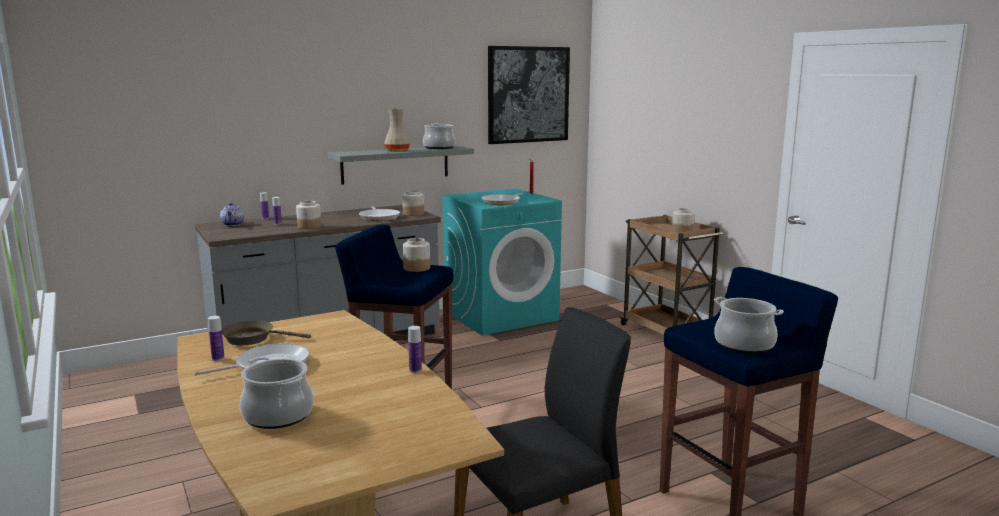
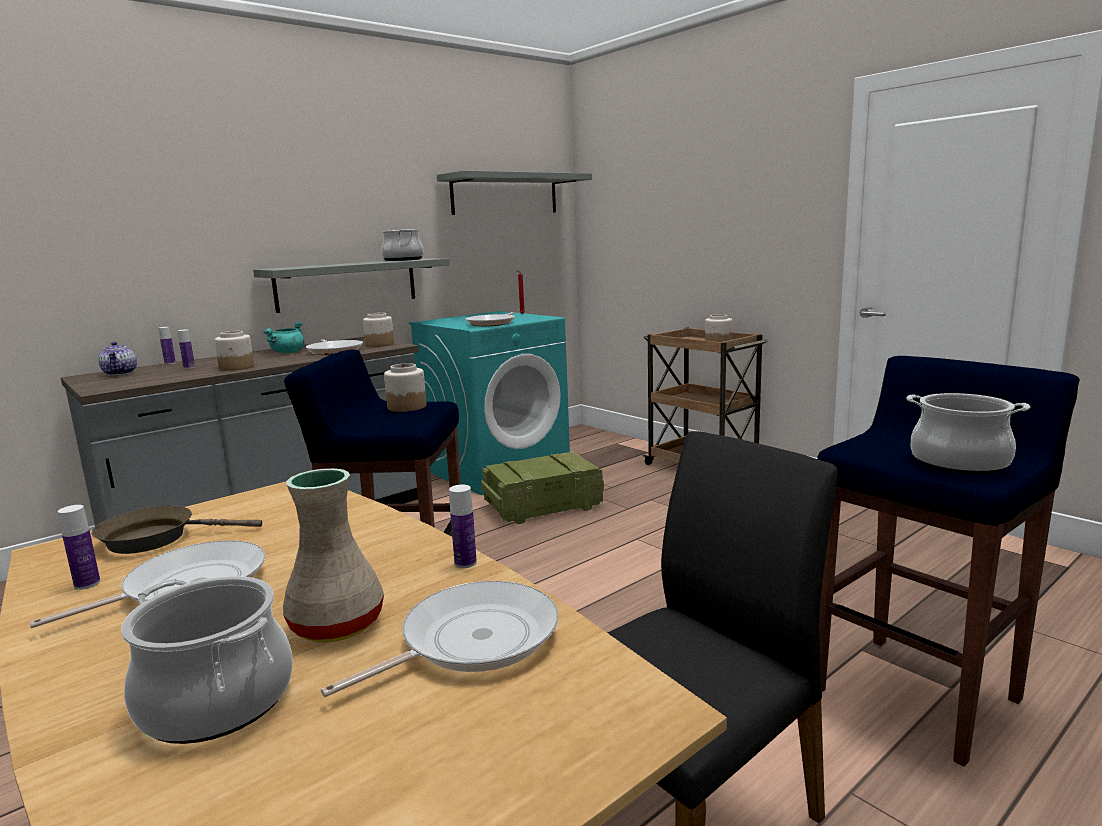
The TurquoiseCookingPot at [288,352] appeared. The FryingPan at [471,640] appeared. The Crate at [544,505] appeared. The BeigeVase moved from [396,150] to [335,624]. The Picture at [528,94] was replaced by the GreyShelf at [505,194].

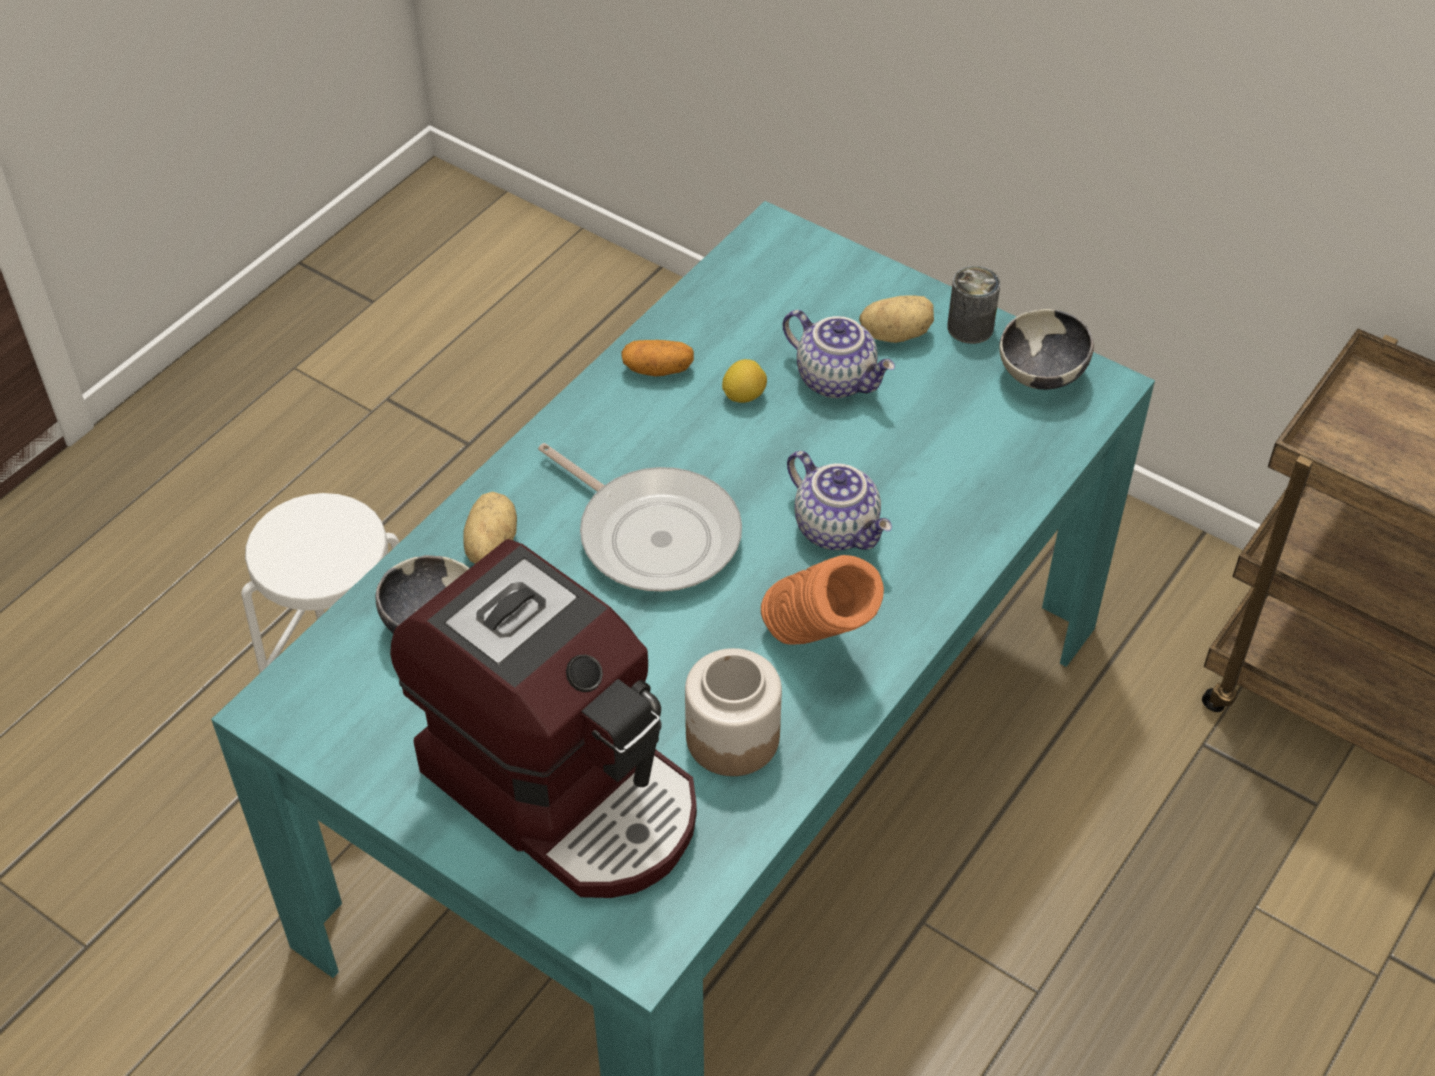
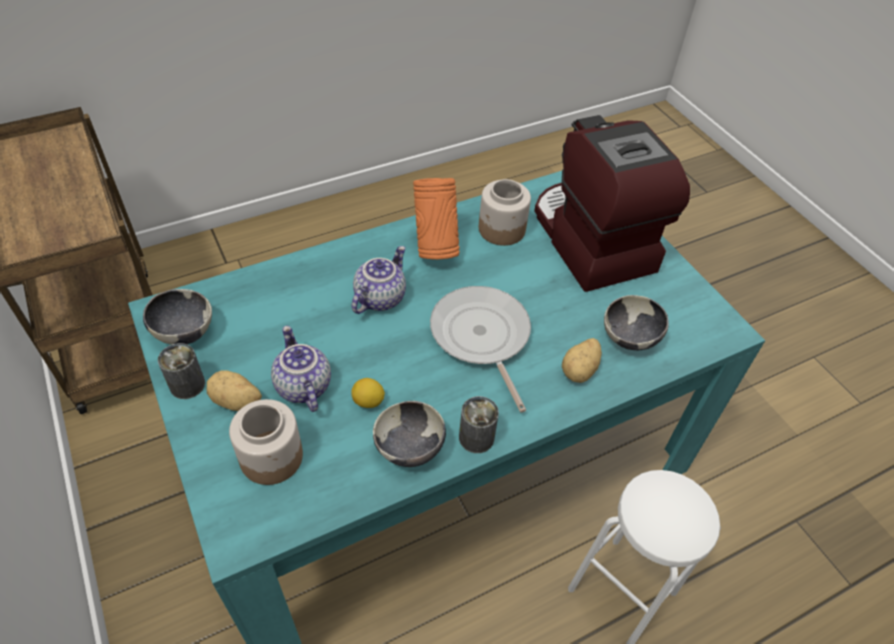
The Jar at [272,456] appeared. The Can at [476,437] appeared. The Potato at [658,369] was replaced by the Bowl at [409,449]. The Teapot at [838,528] turned 45 degrees clockwise.

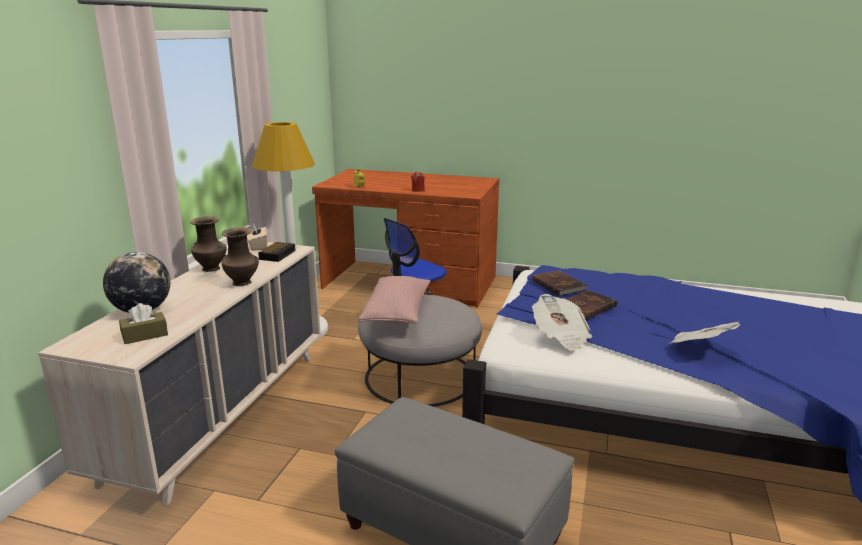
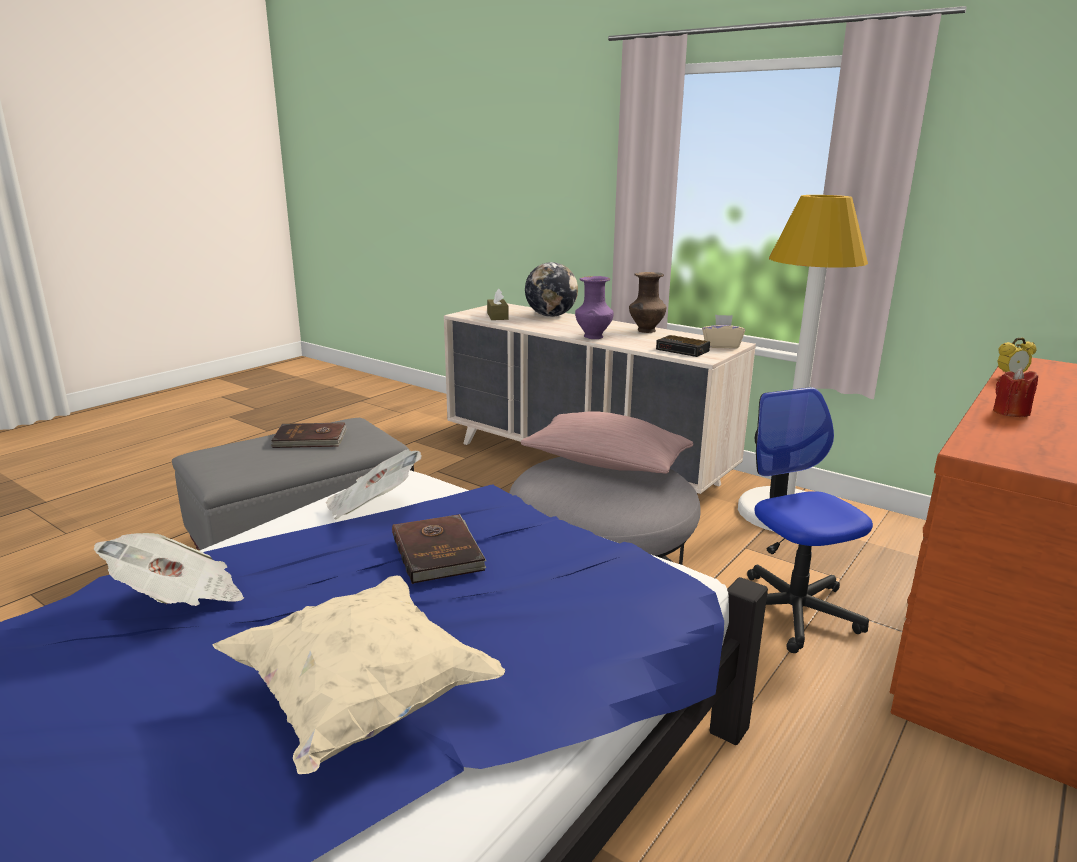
The BeigePillow at [362,699] appeared. The BrownBook moved from [559,285] to [310,439]. The BrownVase at [243,283] became the PurpleVase at [593,337].

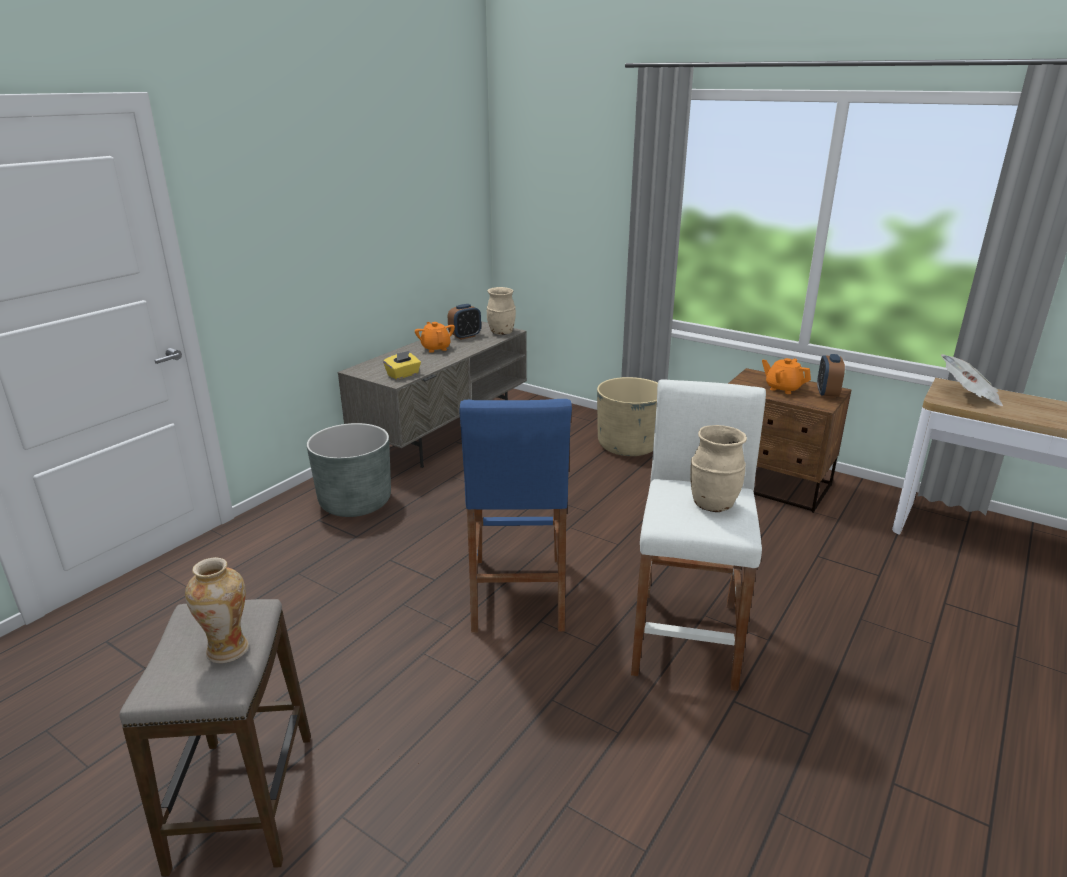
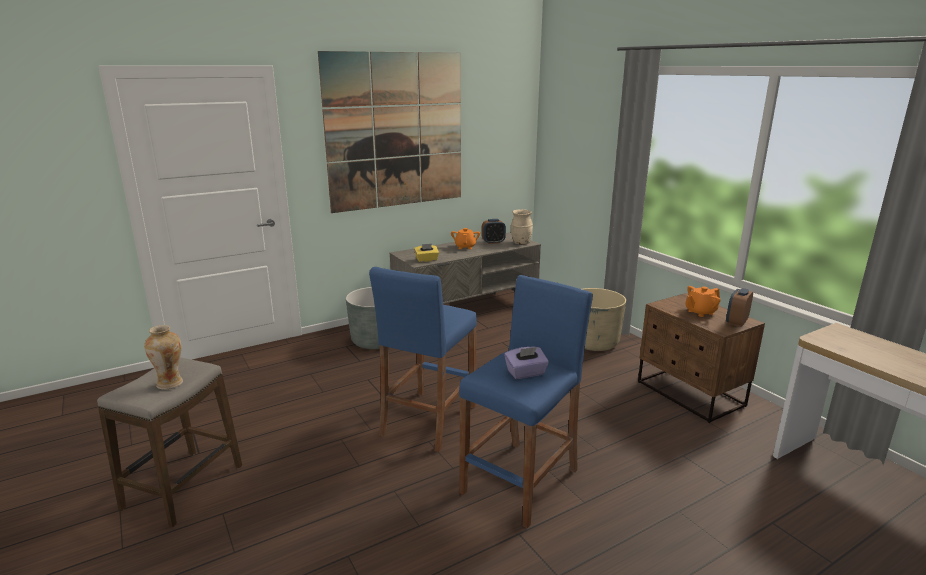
The Newspaper at [968,396] disappeared. The Picture at [396,131] appeared. The BeigeVase at [712,504] was replaced by the PurpleTissueBox at [526,373]. The WhiteStool at [686,637] became the BlueStool at [521,481]. The OrangeTeapot at [783,388] turned 90 degrees counterclockwise.

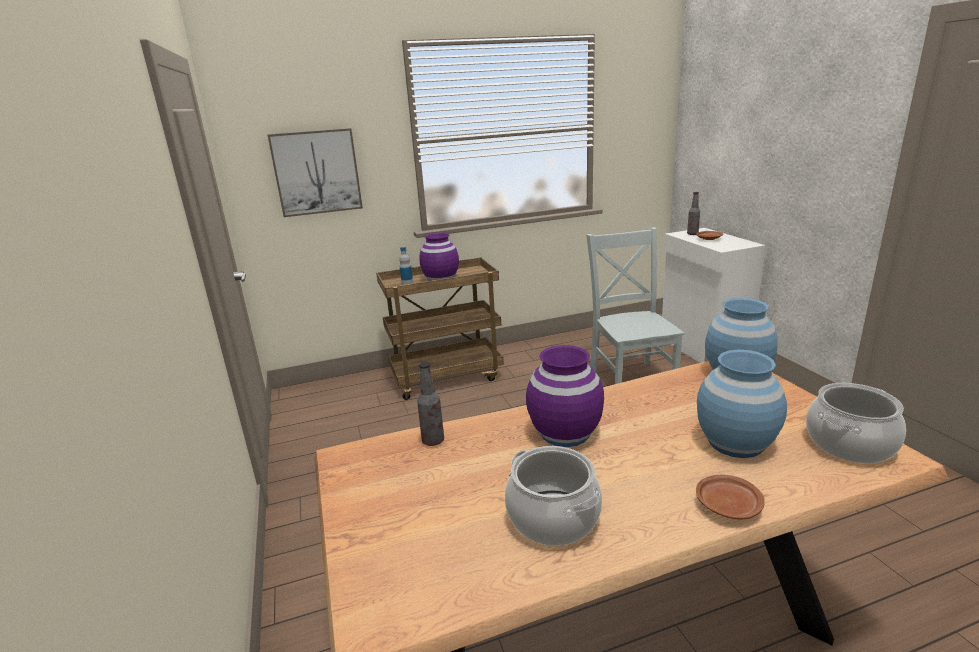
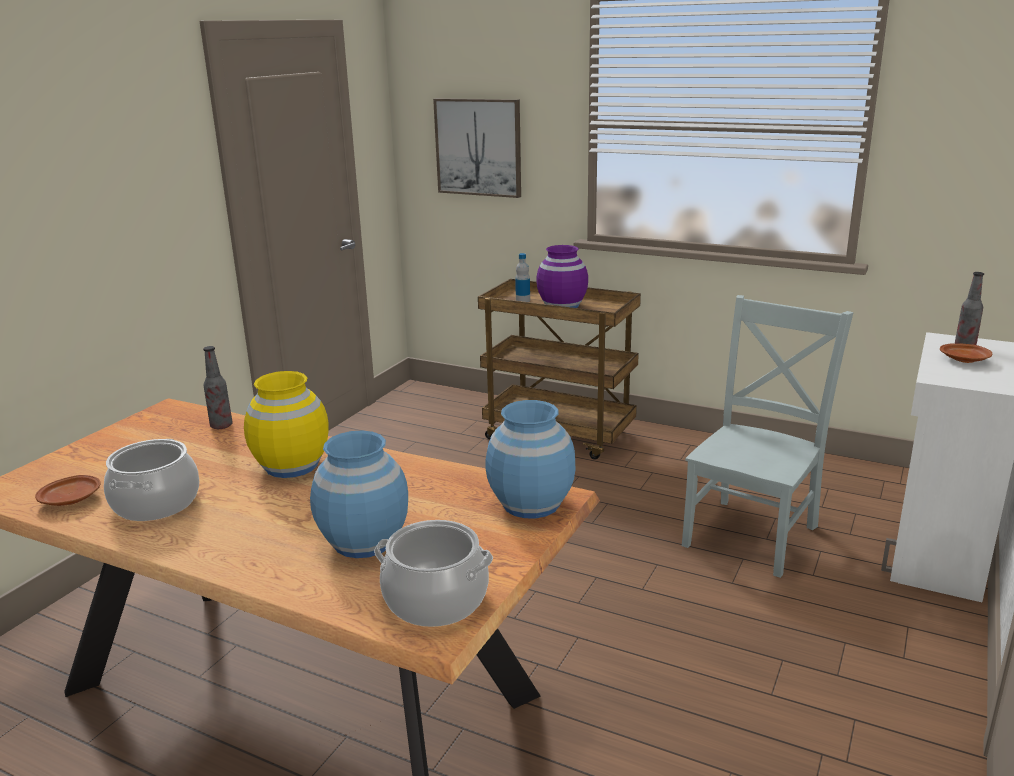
The BrownPlate moved from [728,505] to [72,499]. The PurpleVase at [565,433] became the YellowVase at [292,465].

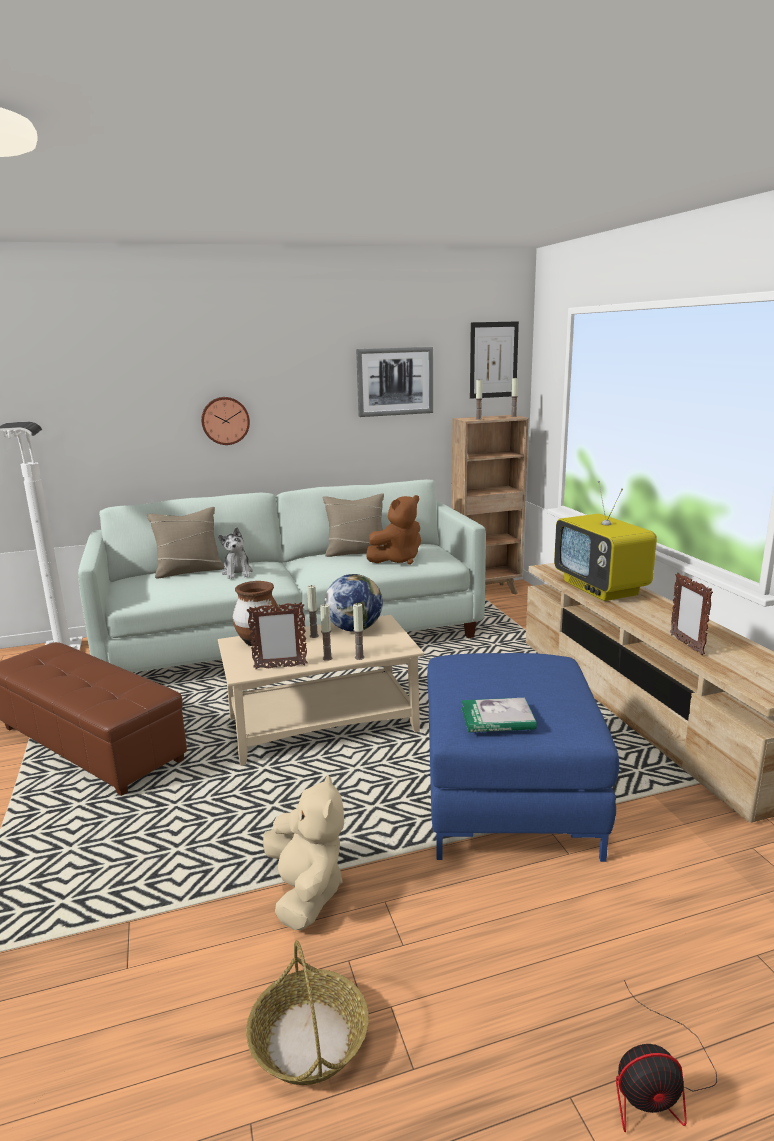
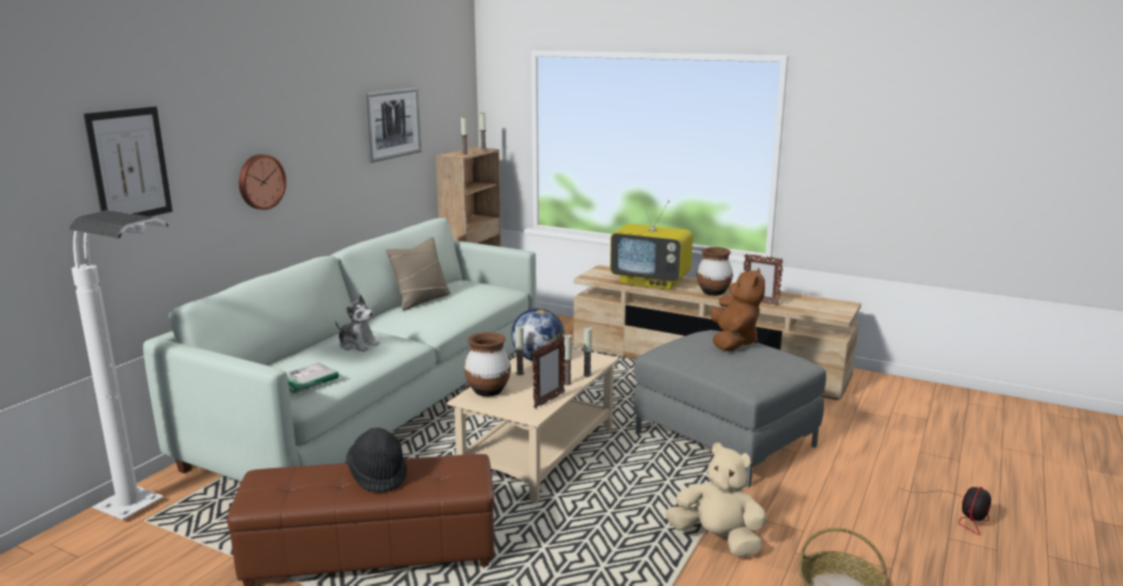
The BeigePillow at [189,571] disappeared. The BlackHat at [378,475] appeared. The BrownVase at [713,293] appeared. The BrownPlushToy moved from [397,560] to [733,342]. The Book moved from [497,718] to [307,380]. The Picture moved from [493,360] to [129,165]. The BlueOttoman at [509,797] became the GreyOttoman at [725,440].

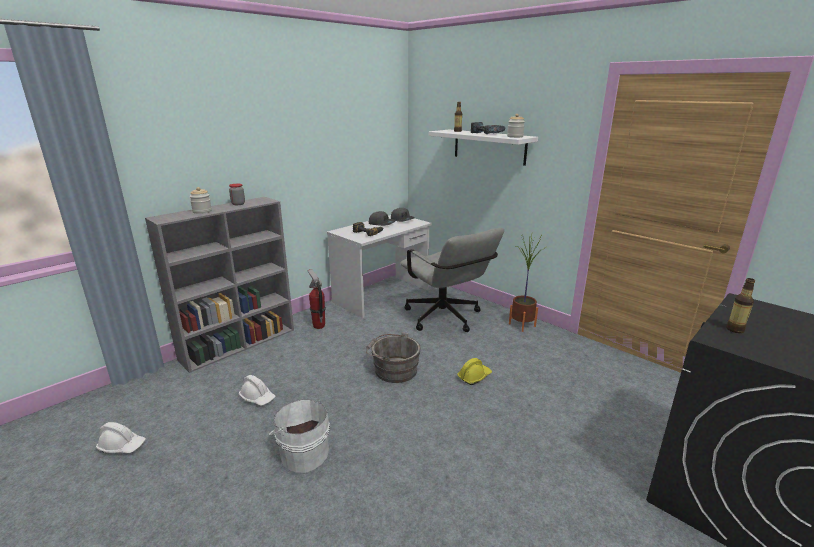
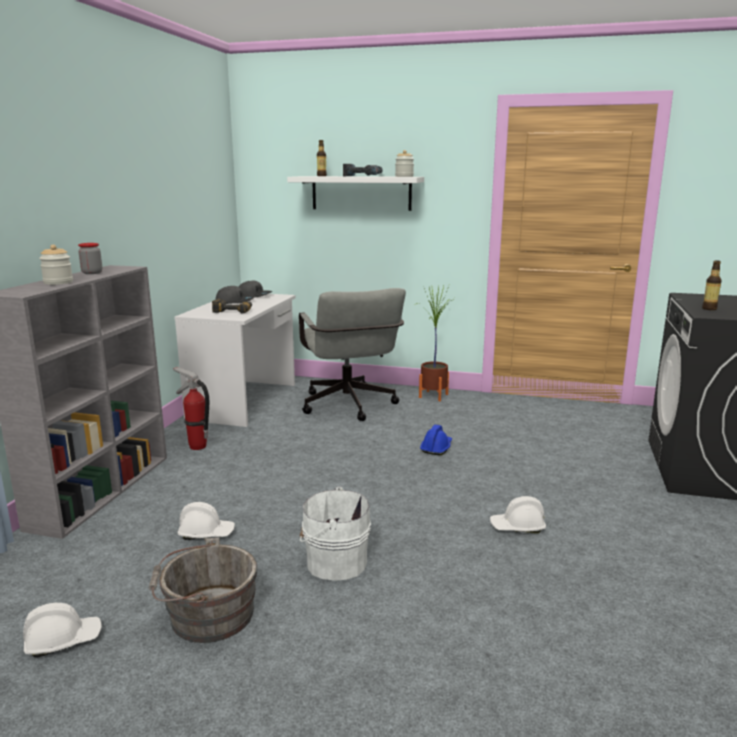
The WhiteHardHat at [517,527] appeared. The GreyBucket moved from [393,370] to [207,615]. The YellowHardHat at [474,376] became the BlueHardHat at [436,448]. The GreyOfficeChair at [446,319] turned 45 degrees clockwise.

